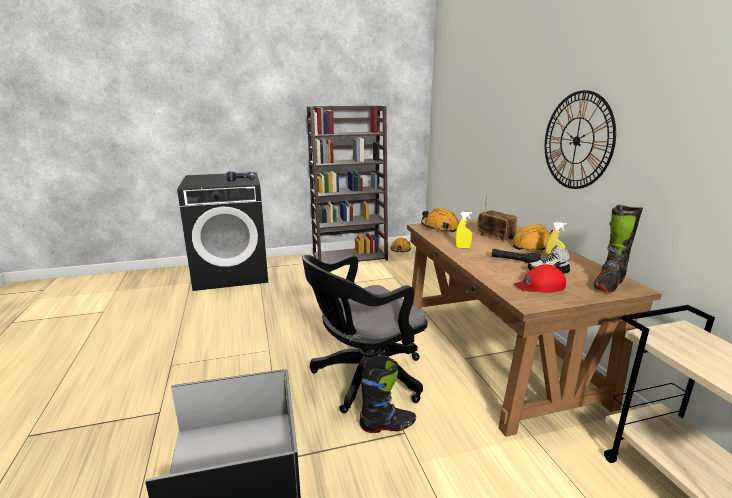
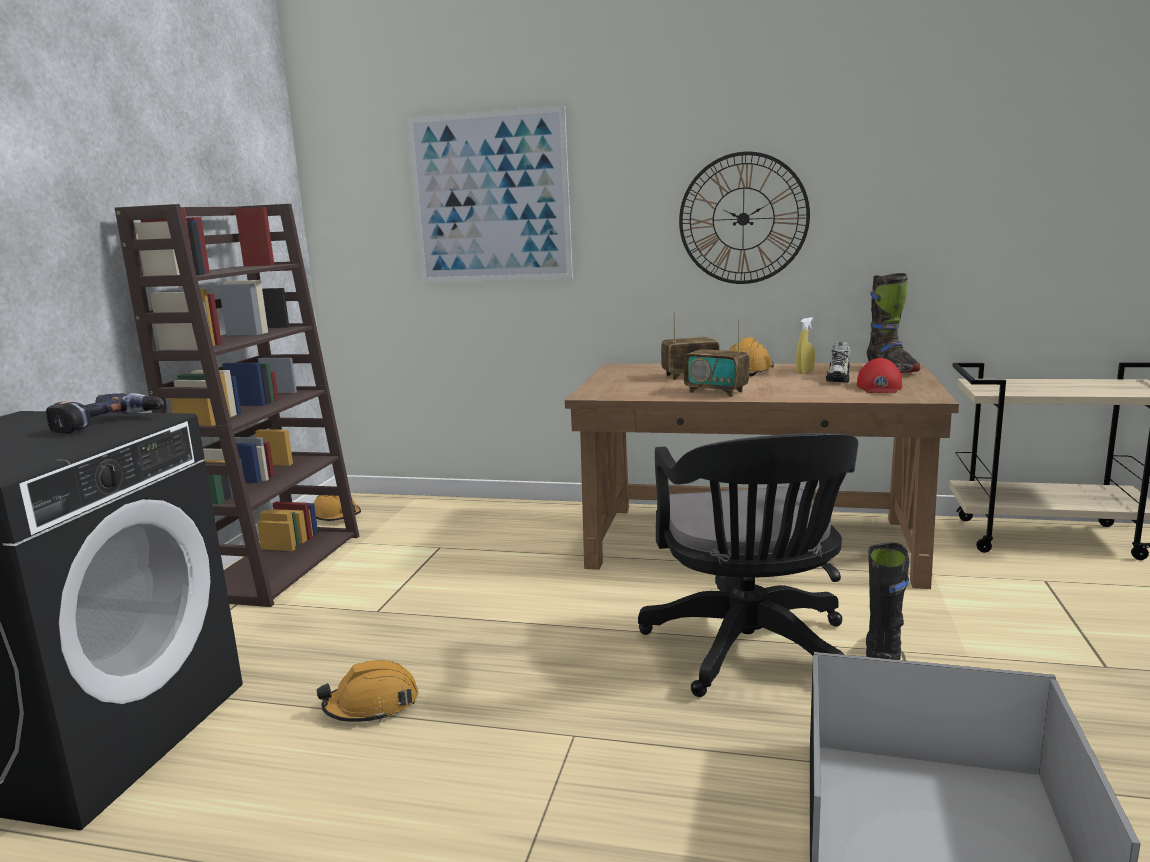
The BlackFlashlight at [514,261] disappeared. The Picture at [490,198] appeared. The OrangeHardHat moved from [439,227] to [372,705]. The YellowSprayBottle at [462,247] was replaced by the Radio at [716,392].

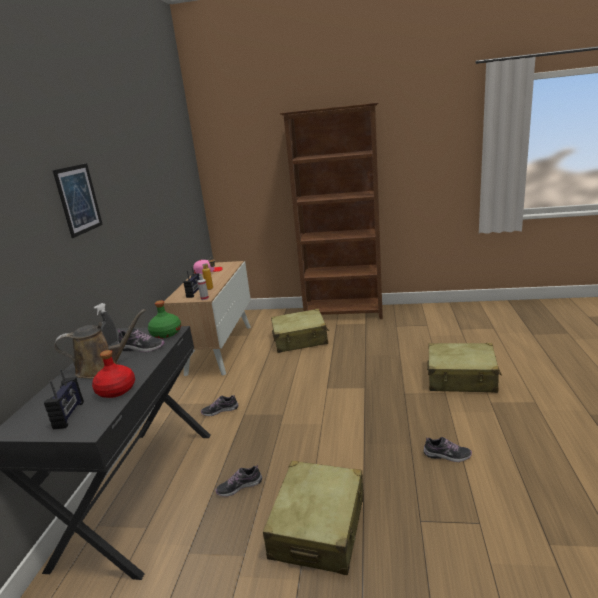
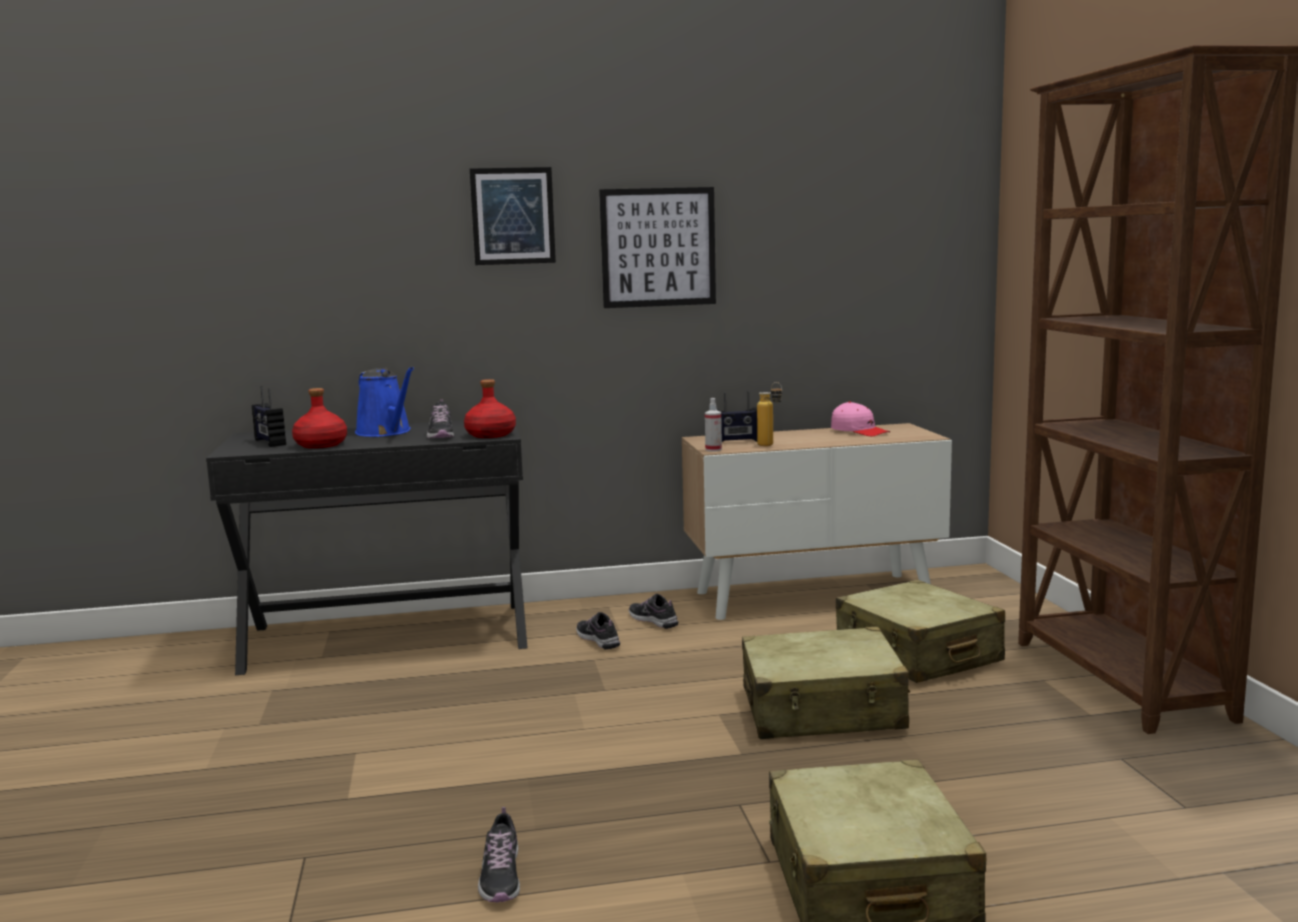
The GreySprayBottle at [110,344] disappeared. The Picture at [658,247] appeared. The Shoe moved from [239,486] to [653,621]. The BeigeSuitcase moved from [319,527] to [822,710]. The BrownWateringCan at [102,367] became the BlueWateringCan at [386,432]. The GreenBottle at [166,333] became the RedBottle at [490,435]. The Radio at [69,415] turned 75 degrees clockwise.

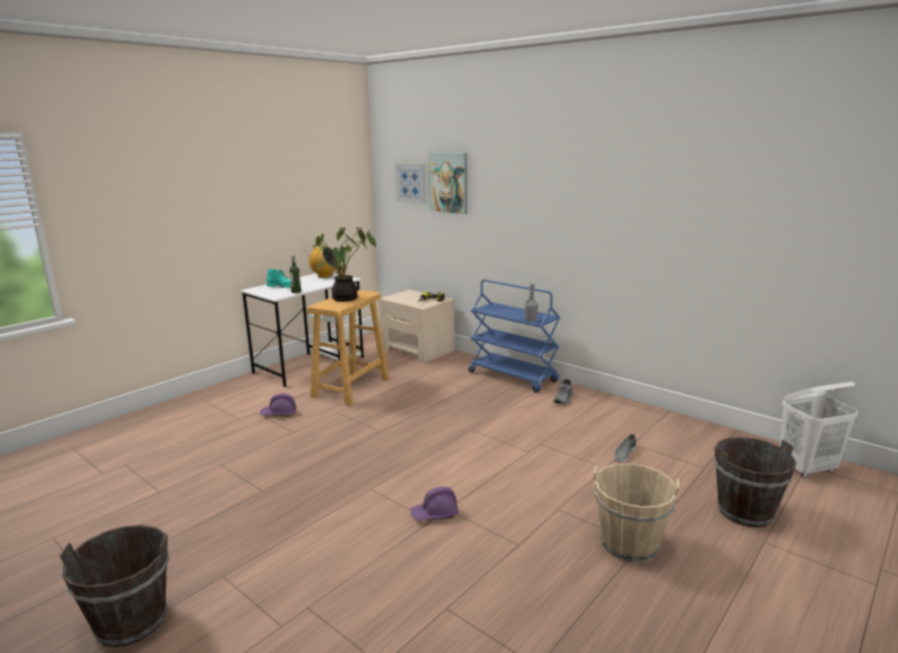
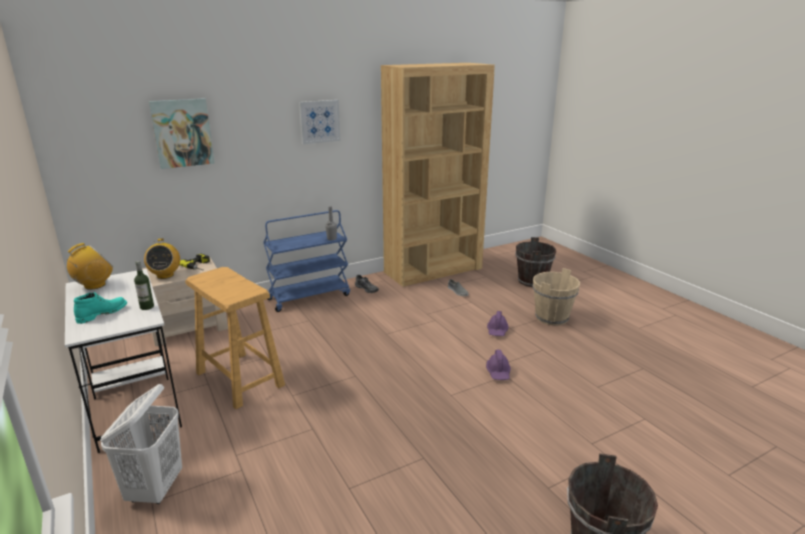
The PottedPlant at [345,299] disappeared. The Radio at [165,275] appeared. The BrownBookcase at [433,270] appeared. The PurpleHardHat moved from [279,413] to [497,331]. The Picture moved from [411,183] to [319,121]. The WhiteLaundryBasket moved from [807,469] to [155,488].

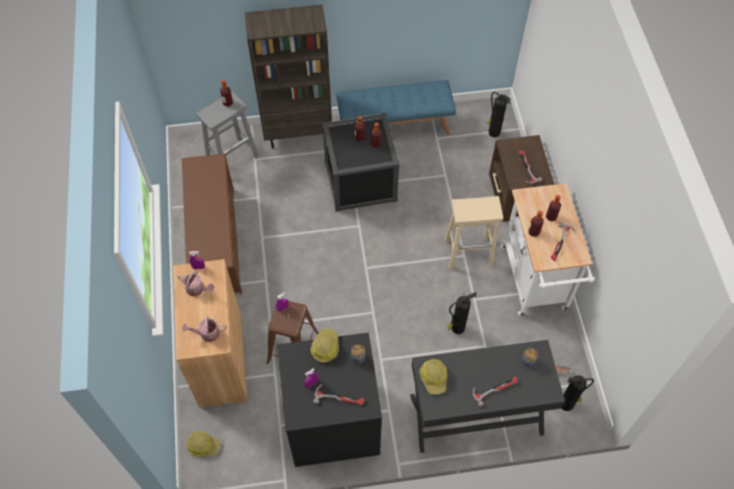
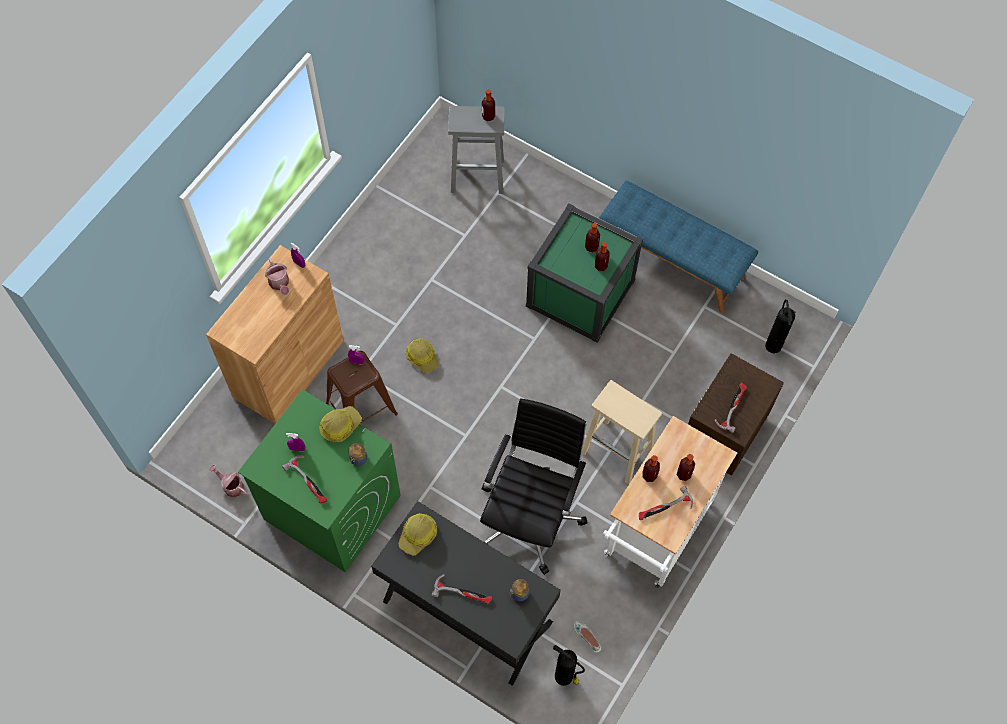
The BrownShoeRack at [216,241] disappeared. The BrownBookcase at [298,134] disappeared. The WateringCan moved from [207,334] to [231,486]. The HardHat moved from [203,445] to [422,357]. The FireExtinguisher at [457,328] was replaced by the BlackOfficeChair at [530,516]. The BlackWashingMachine at [332,422] became the GreenWashingMachine at [331,507]. The BlackStorageBox at [360,180] became the GreenStorageBox at [581,293].

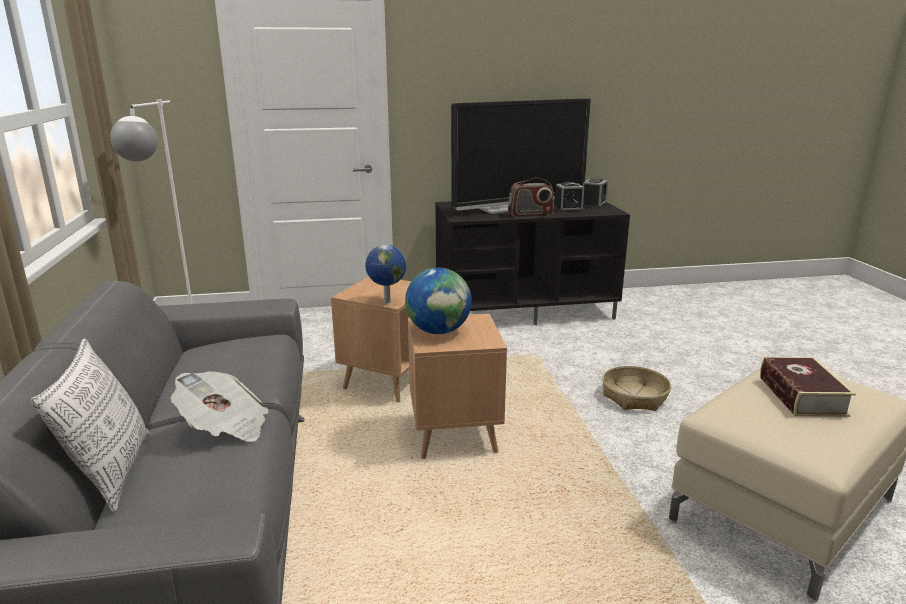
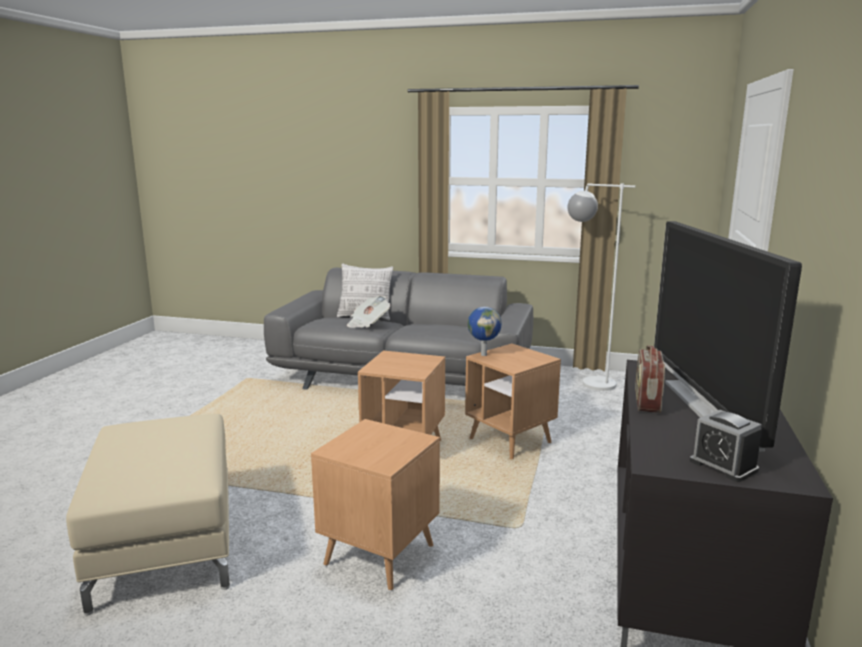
The Globe at [438,331] disappeared. The AlarmClock at [568,209] disappeared. The Book at [801,396] disappeared. The Basket at [634,397] was replaced by the BrownSideTable at [379,555].

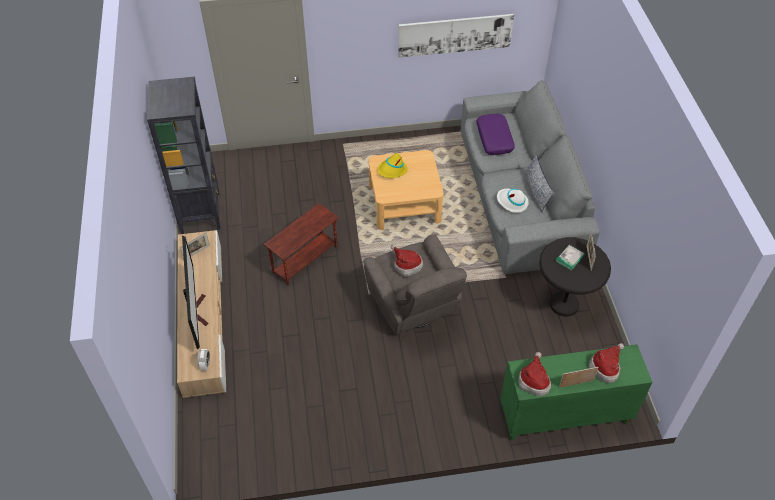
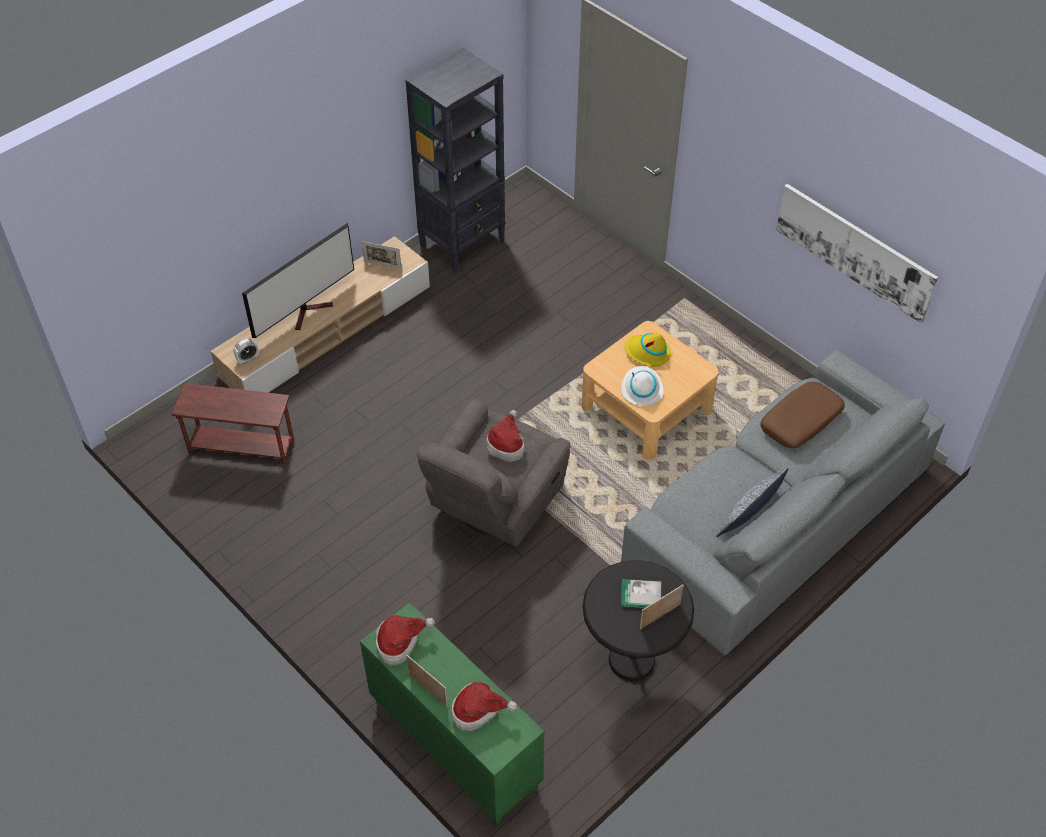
The BrownSideTable moved from [305,259] to [241,446]. The WhiteHat moved from [512,202] to [641,389]. The PurplePillow at [495,139] became the BrownPillow at [801,421].

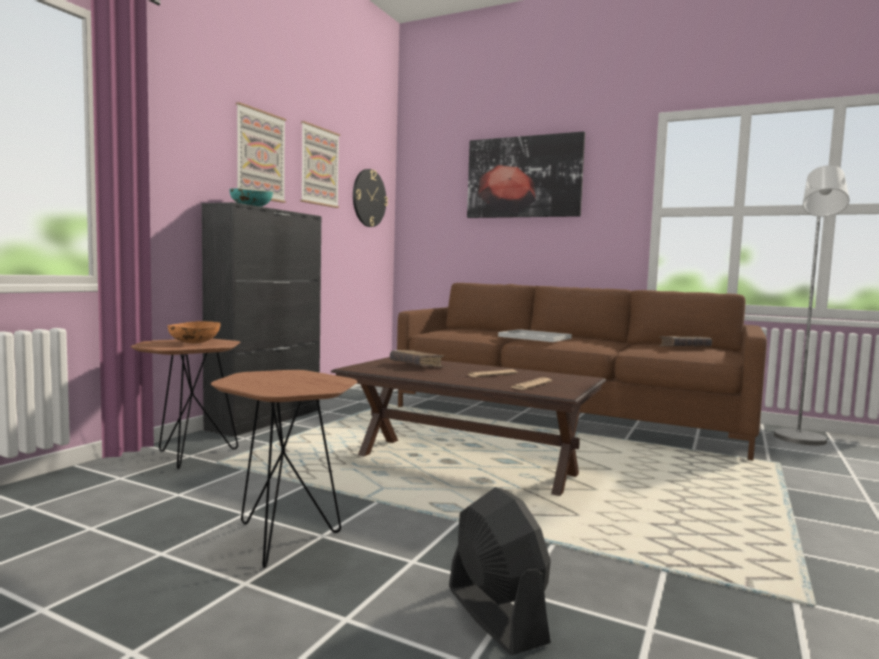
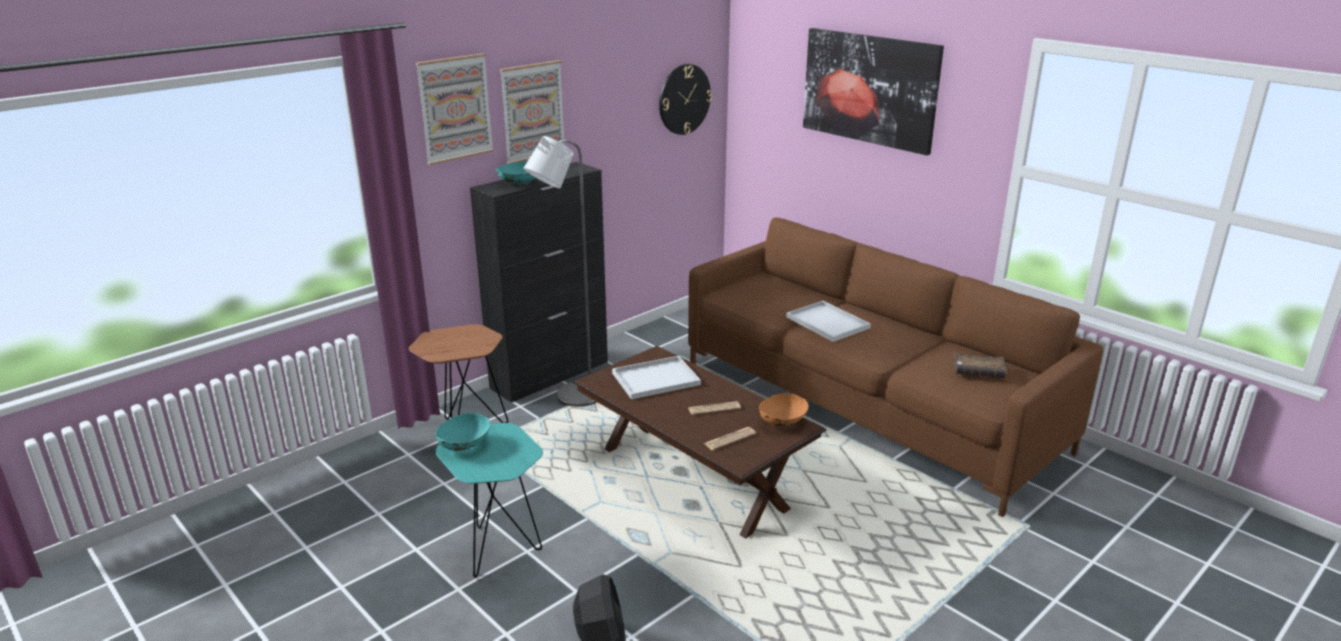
The TurquoiseBowl at [464,445] appeared. The OrangeBowl moved from [194,343] to [782,422]. The Picture moved from [319,166] to [455,108]. The GreyFloorLamp moved from [800,440] to [572,399]. The BrownBook at [416,365] was replaced by the WhiteTray at [657,378]. The BrownSideTable at [285,541] became the TurquoiseSideTable at [499,552].

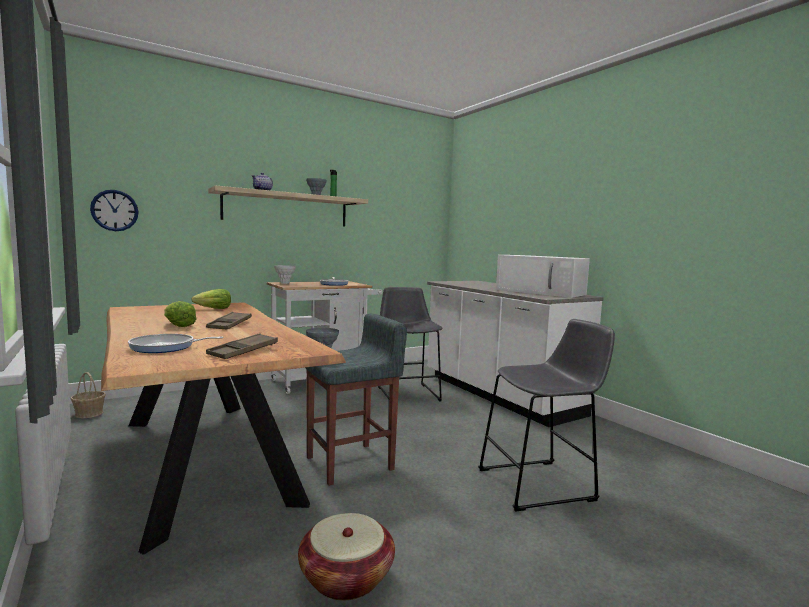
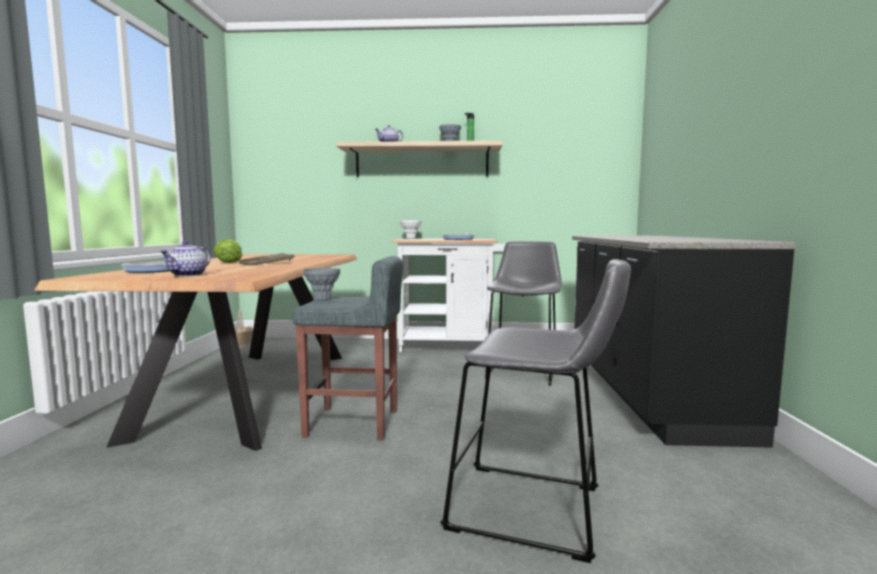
The WallClock at [114,210] disappeared. The Lettuce at [213,309] disappeared. The Basket at [346,577] disappeared. The WhiteMicrowave at [541,292] disappeared. The BrownTray at [243,351] was replaced by the Teapot at [187,275]. The WhiteCounter at [498,395] became the BlackCounter at [645,392].

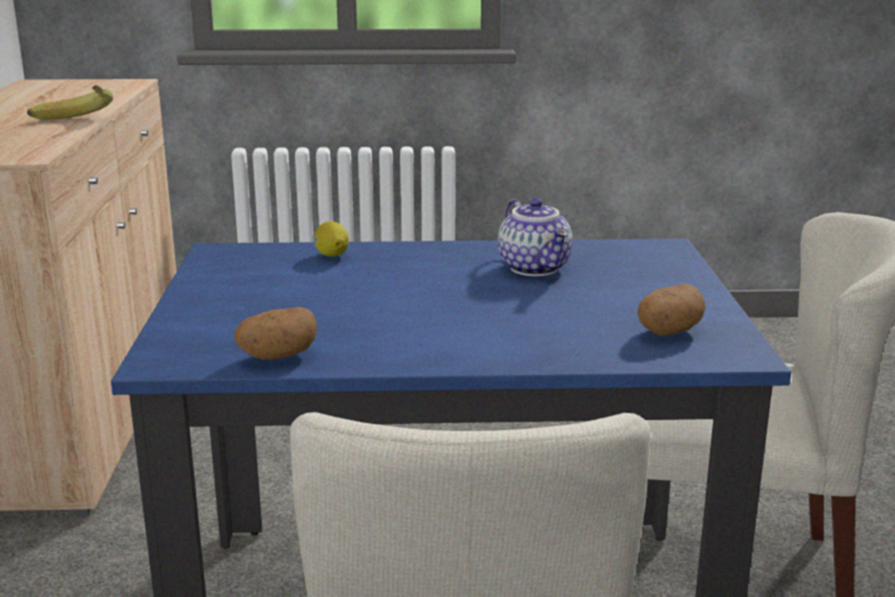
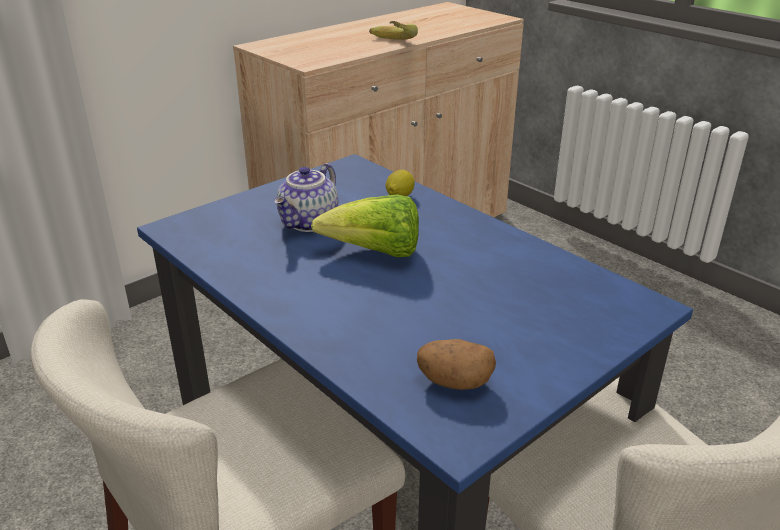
The Potato at [277,357] disappeared. The Lettuce at [375,253] appeared. The Teapot moved from [536,268] to [309,223].

